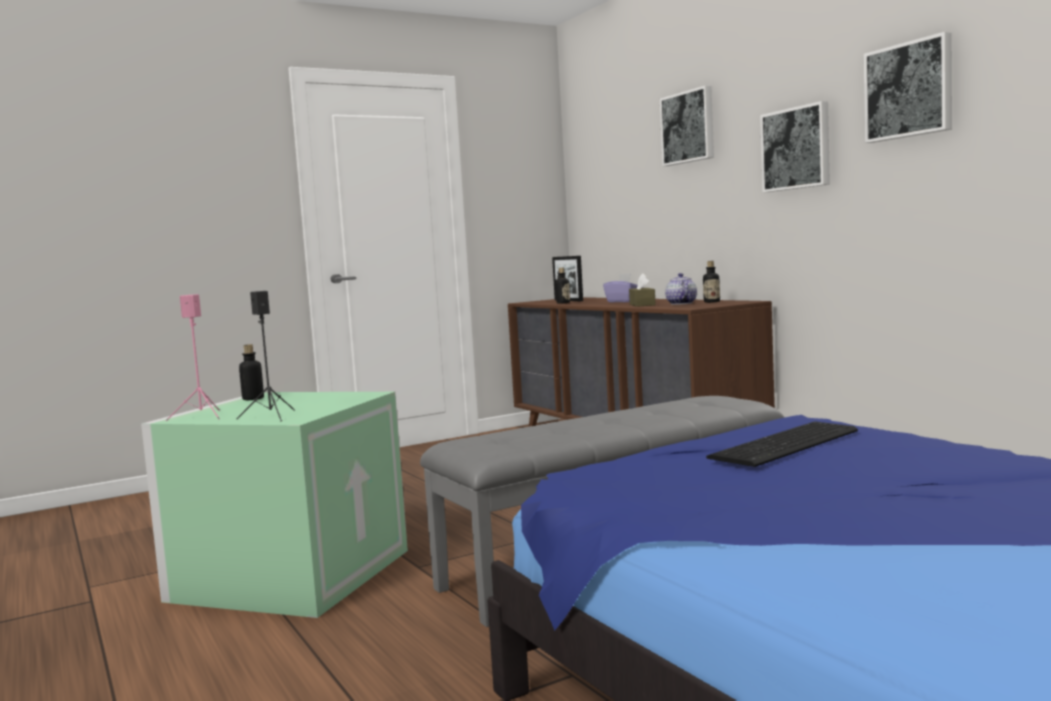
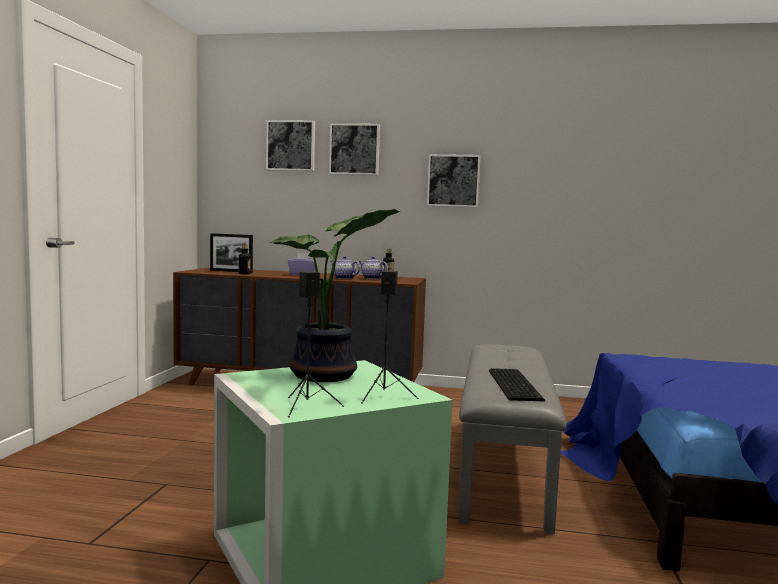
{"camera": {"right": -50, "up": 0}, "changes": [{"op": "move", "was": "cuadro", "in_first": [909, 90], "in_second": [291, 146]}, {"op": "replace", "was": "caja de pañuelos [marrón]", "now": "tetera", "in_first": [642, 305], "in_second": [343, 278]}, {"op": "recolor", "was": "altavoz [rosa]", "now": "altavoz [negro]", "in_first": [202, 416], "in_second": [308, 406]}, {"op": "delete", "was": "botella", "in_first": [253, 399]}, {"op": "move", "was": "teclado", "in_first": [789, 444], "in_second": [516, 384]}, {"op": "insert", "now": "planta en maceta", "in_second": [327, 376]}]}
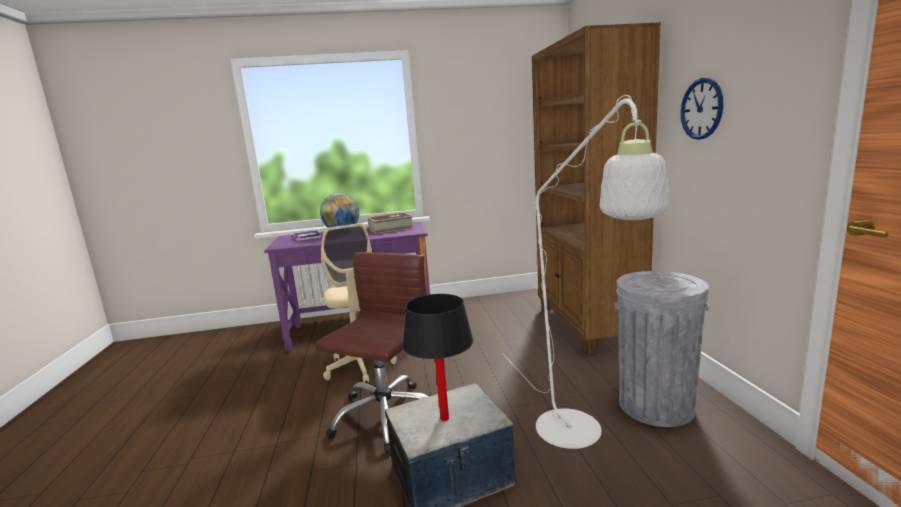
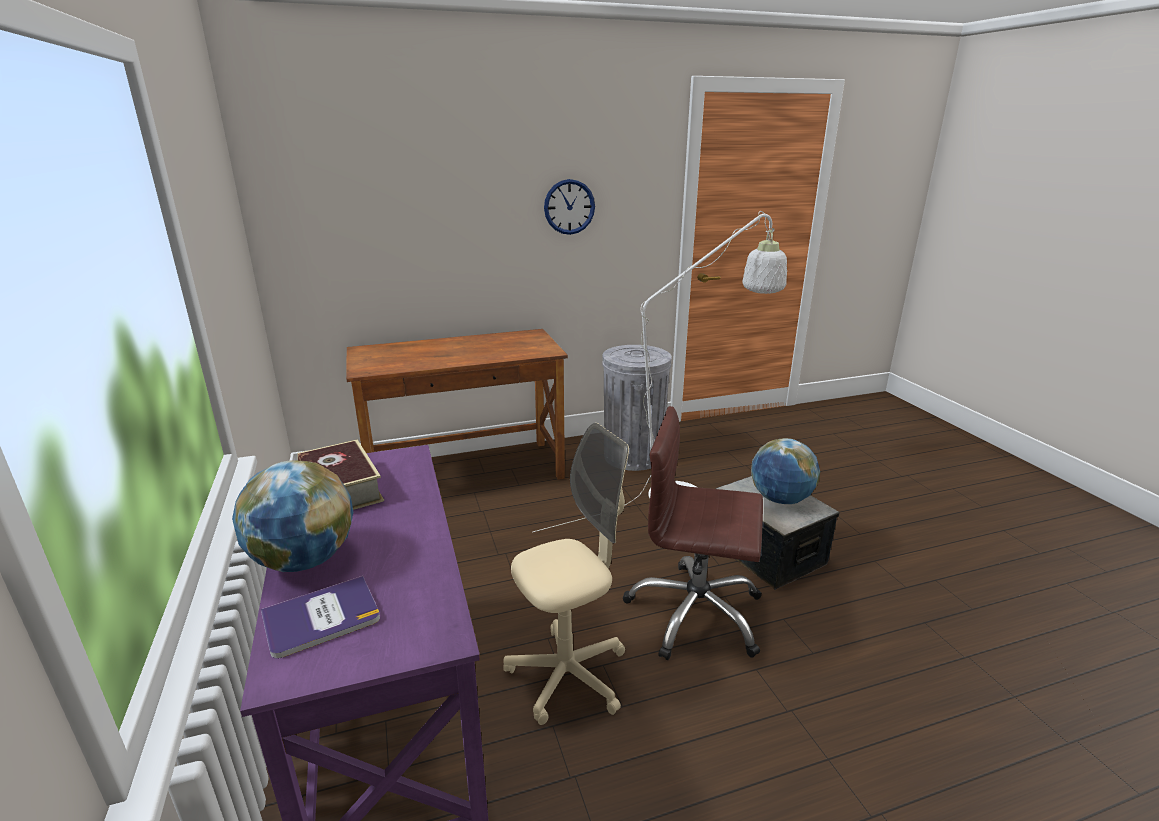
{"camera": {"right": -100, "up": 10}, "changes": [{"op": "replace", "was": "estantería [marrón]", "now": "escritorio [marrón]", "in_first": [587, 326], "in_second": [465, 473]}, {"op": "replace", "was": "lámpara de mesa [negro]", "now": "globo terráqueo", "in_first": [444, 418], "in_second": [780, 499]}]}
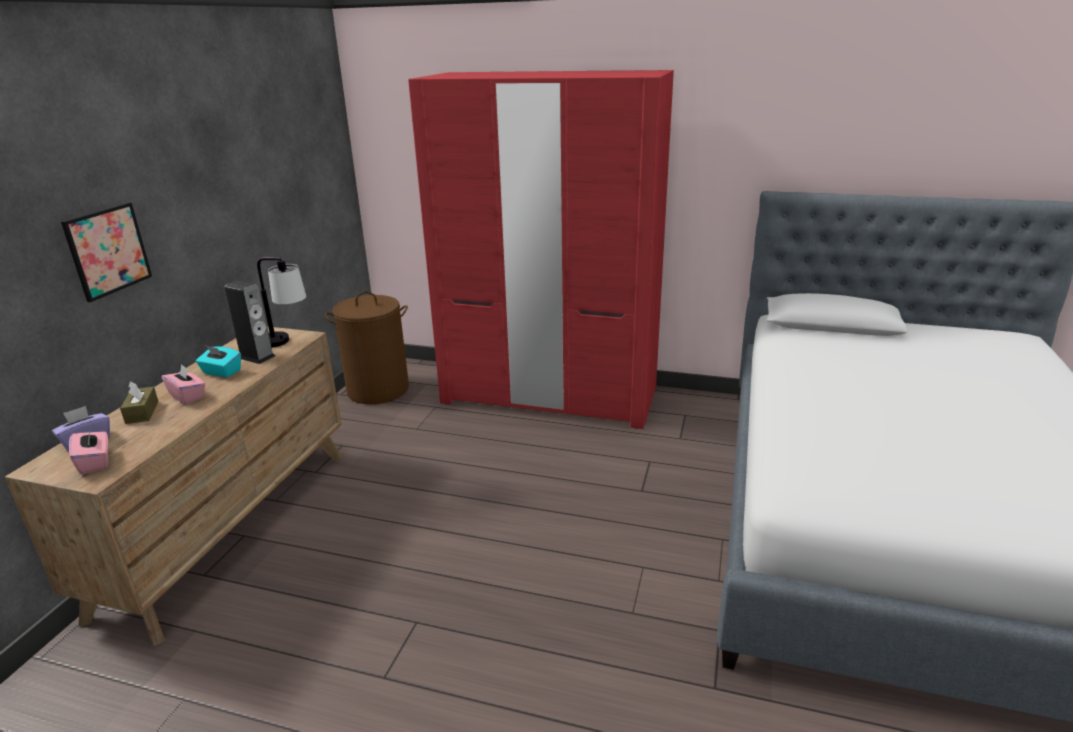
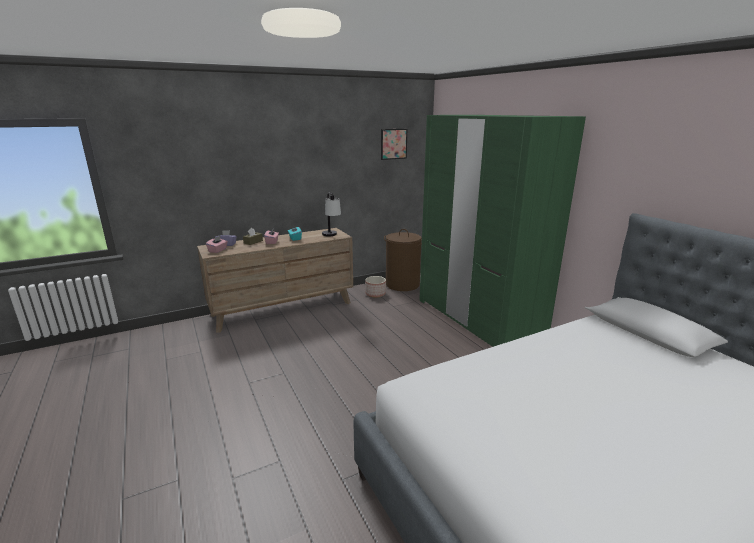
{"camera": {"right": 45, "up": -5}, "changes": [{"op": "recolor", "was": "armario ropero [rojo]", "now": "armario ropero [verde]", "in_first": [549, 396], "in_second": [477, 320]}, {"op": "move", "was": "cuadro", "in_first": [108, 251], "in_second": [393, 144]}, {"op": "delete", "was": "altavoz", "in_first": [257, 357]}, {"op": "insert", "now": "maceta", "in_second": [375, 294]}]}
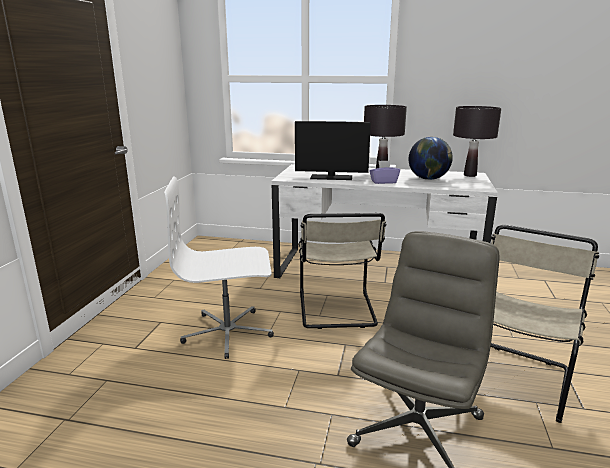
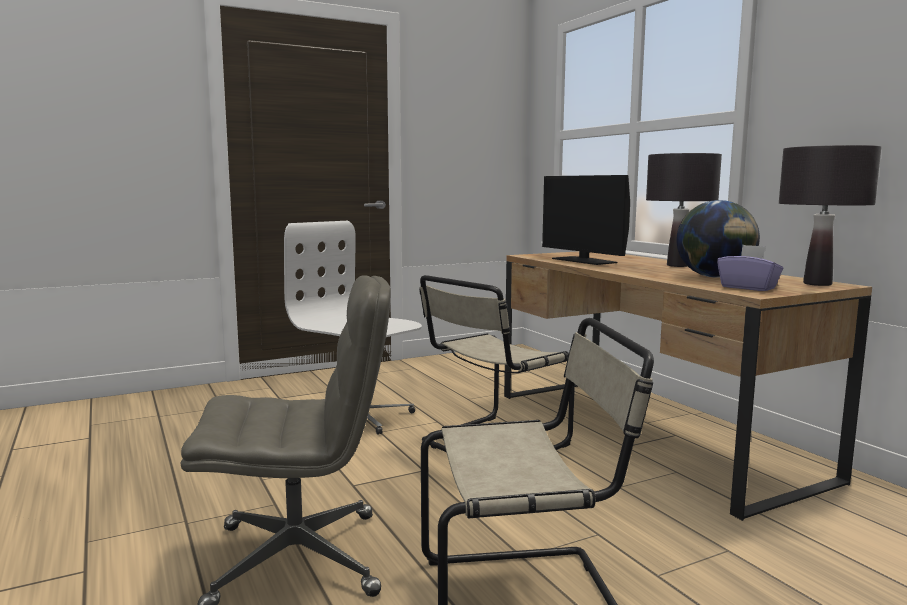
{"camera": {"right": 50, "up": -10}, "changes": [{"op": "move", "was": "caja de pañuelos [morado]", "in_first": [383, 182], "in_second": [748, 288]}, {"op": "recolor", "was": "escritorio [blanco]", "now": "escritorio [marrón]", "in_first": [376, 271], "in_second": [646, 433]}]}
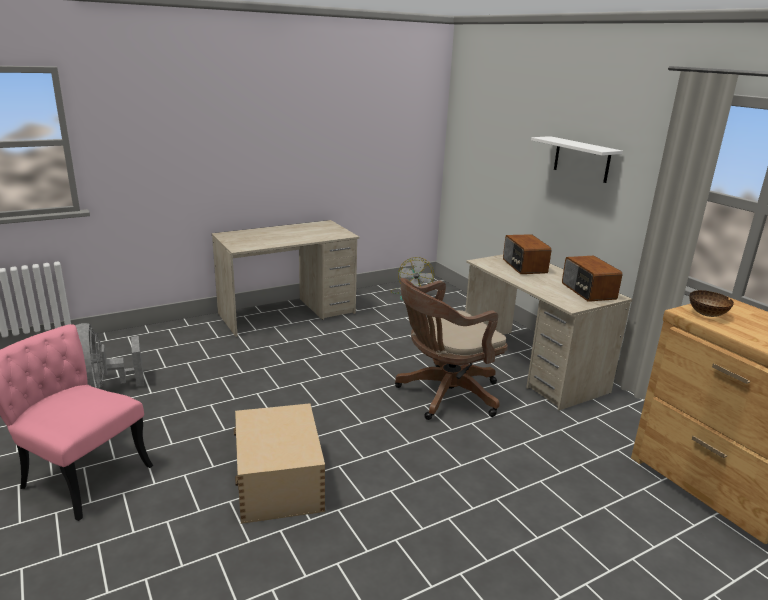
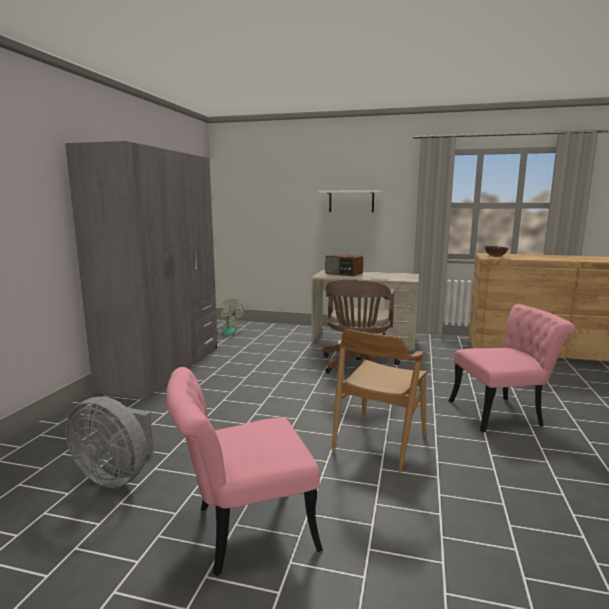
{"camera": {"right": -45, "up": -10}, "changes": [{"op": "replace", "was": "escritorio [beis]", "now": "armario ropero [gris]", "in_first": [287, 314], "in_second": [164, 367]}, {"op": "delete", "was": "radio", "in_first": [587, 291]}, {"op": "replace", "was": "caja de almacenaje [beis]", "now": "silla [marrón]", "in_first": [279, 480], "in_second": [379, 443]}, {"op": "insert", "now": "silla [rosa]", "in_second": [503, 413]}]}
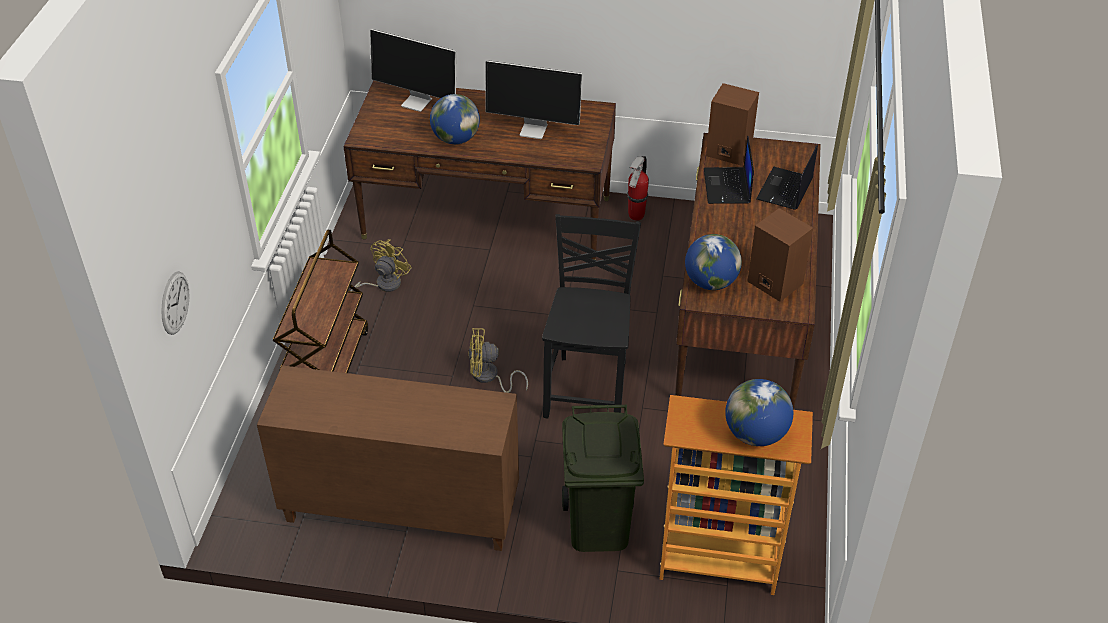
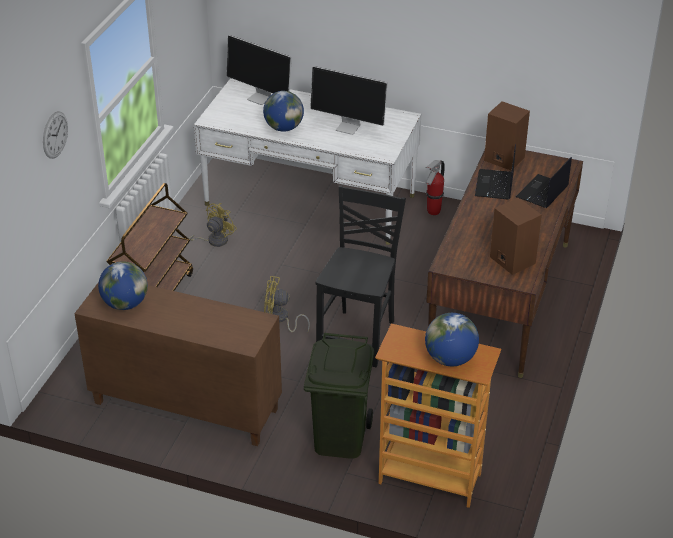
{"camera": {"right": 10, "up": -5}, "changes": [{"op": "recolor", "was": "escritorio [marrón]", "now": "escritorio [blanco]", "in_first": [487, 218], "in_second": [309, 200]}, {"op": "move", "was": "globo terráqueo", "in_first": [710, 282], "in_second": [125, 304]}, {"op": "move", "was": "reloj de pared", "in_first": [174, 303], "in_second": [55, 135]}]}
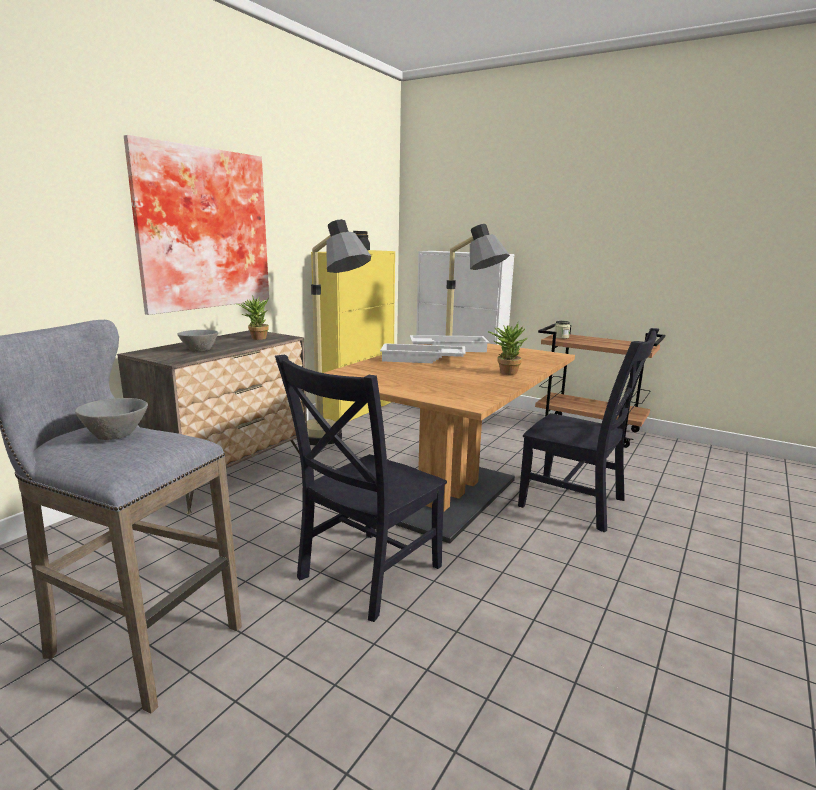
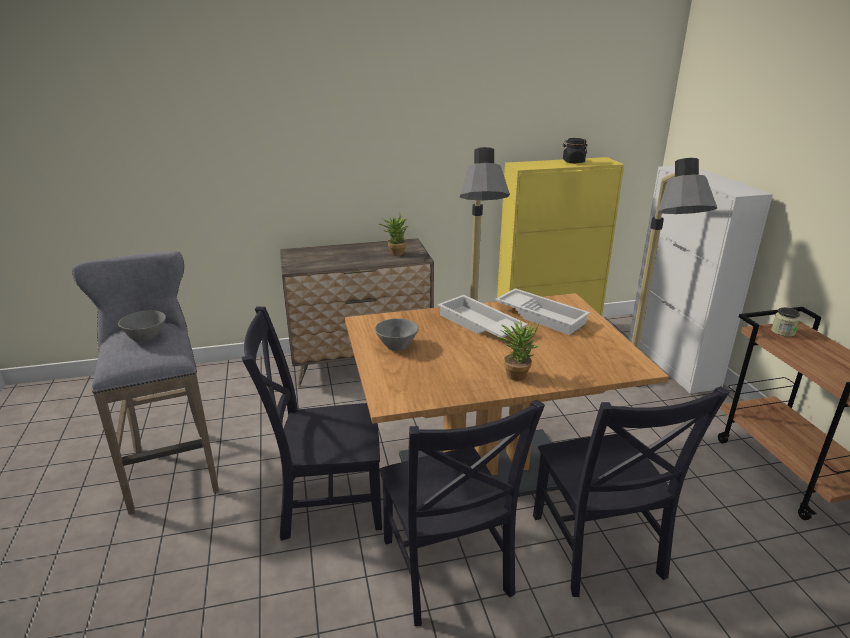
{"camera": {"right": 45, "up": 10}, "changes": [{"op": "delete", "was": "cuadro", "in_first": [201, 229]}, {"op": "move", "was": "cuenco [gris]", "in_first": [200, 350], "in_second": [398, 345]}, {"op": "insert", "now": "silla [negro]", "in_second": [447, 571]}]}
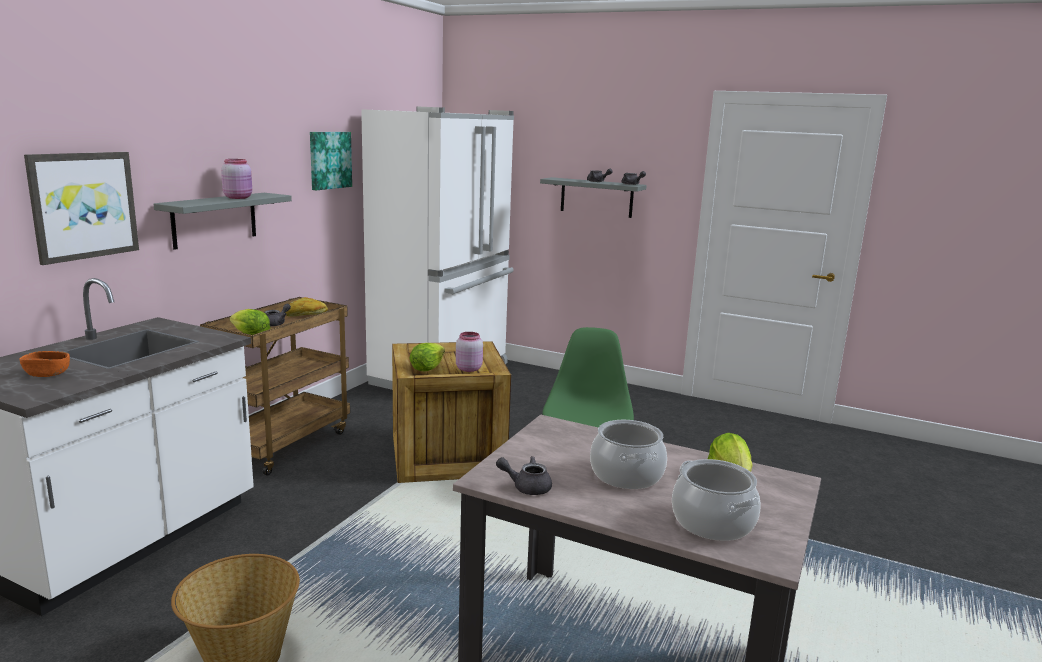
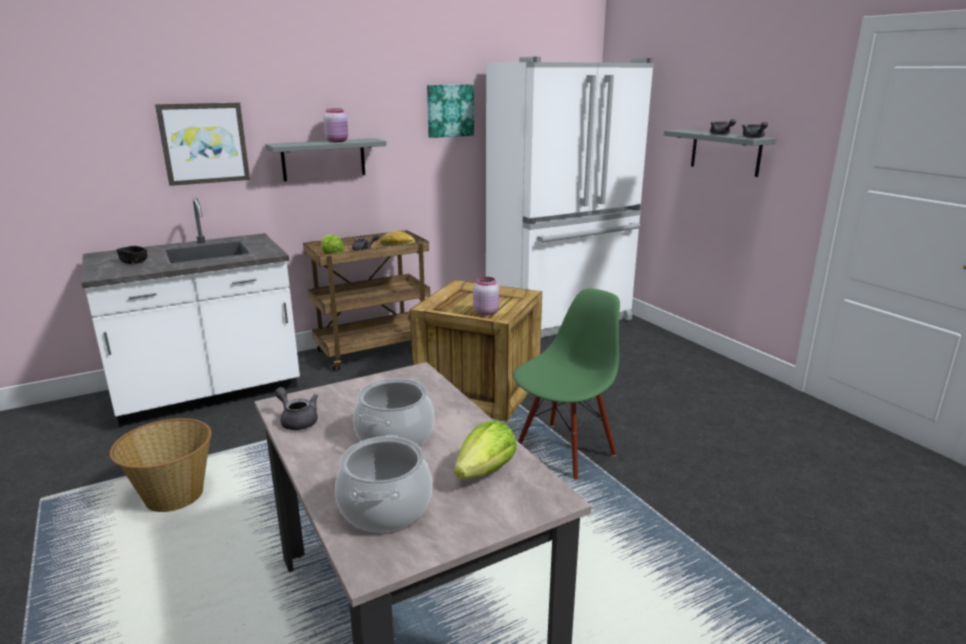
{"camera": {"right": 35, "up": 5}, "changes": [{"op": "delete", "was": "lechuga", "in_first": [427, 368]}, {"op": "recolor", "was": "cuenco [naranja]", "now": "cuenco [negro]", "in_first": [47, 374], "in_second": [134, 262]}]}
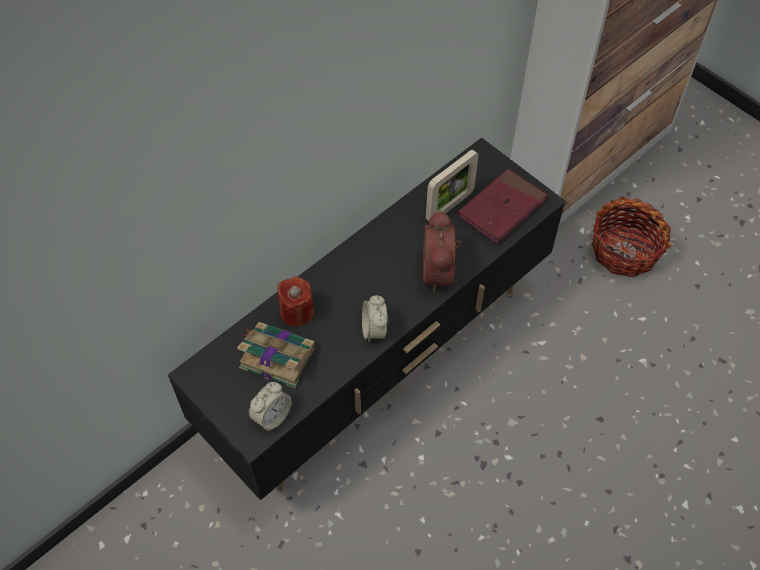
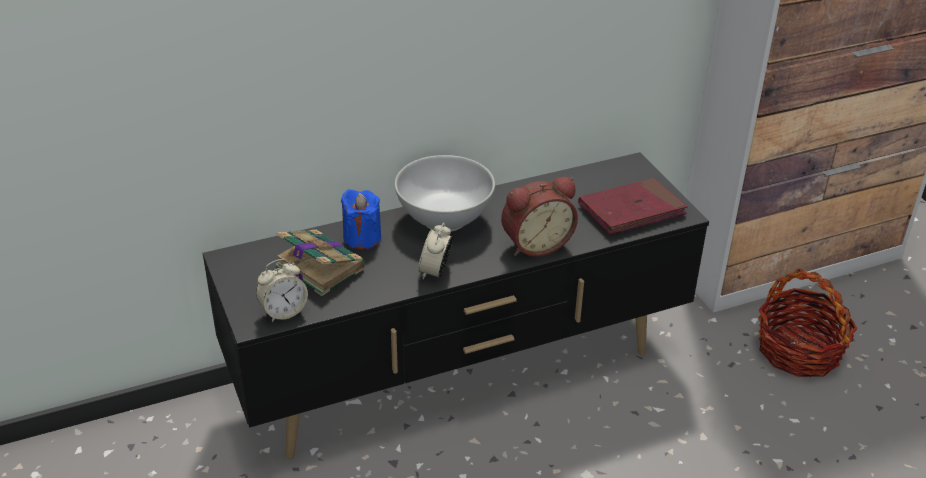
{"camera": {"right": 20, "up": -20}, "changes": [{"op": "delete", "was": "portarretratos", "in_first": [449, 206]}, {"op": "rotate", "was": "despertador", "in_first": [441, 271], "in_second": [535, 244], "clockwise": -135}, {"op": "recolor", "was": "vela [rojo]", "now": "vela [azul]", "in_first": [297, 312], "in_second": [362, 238]}, {"op": "insert", "now": "cuenco [blanco]", "in_second": [444, 219]}]}
